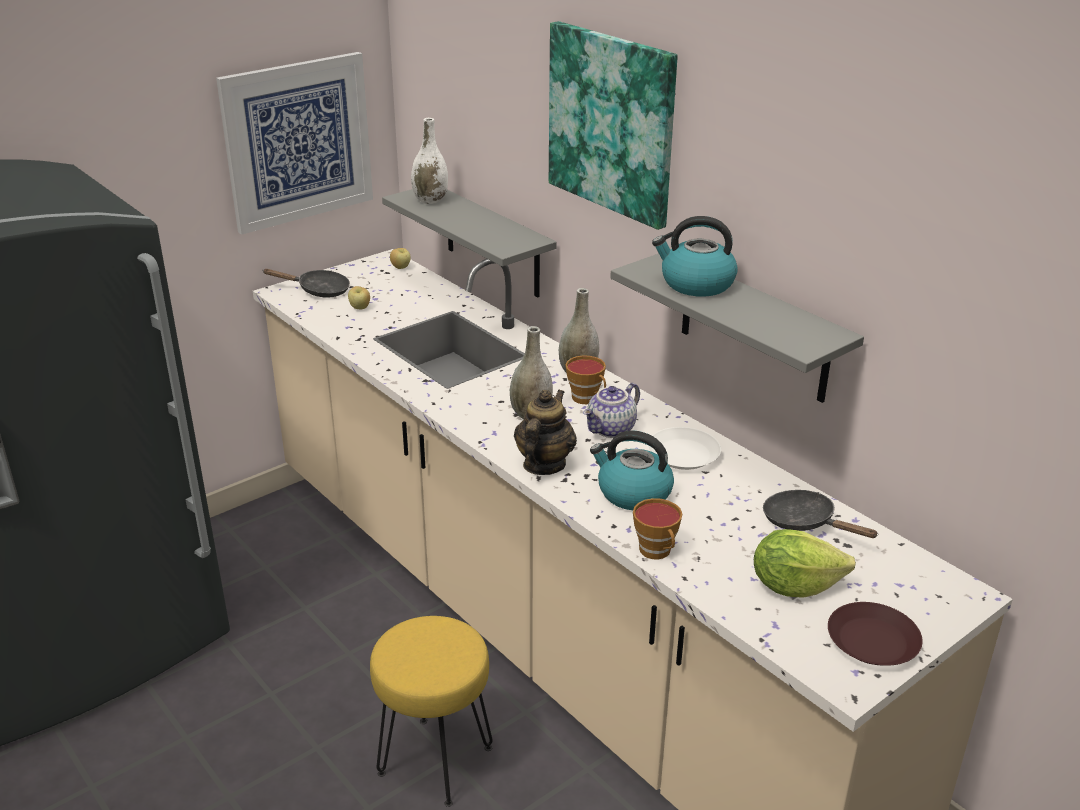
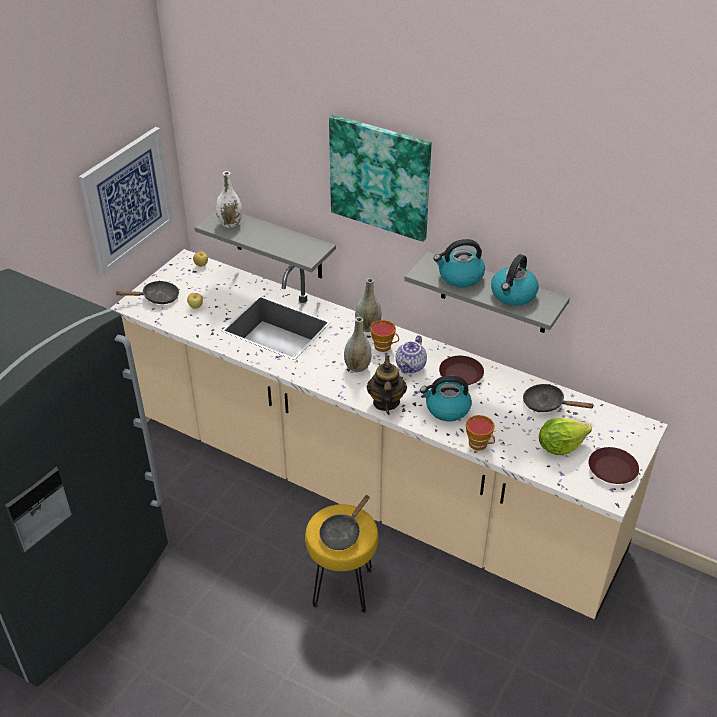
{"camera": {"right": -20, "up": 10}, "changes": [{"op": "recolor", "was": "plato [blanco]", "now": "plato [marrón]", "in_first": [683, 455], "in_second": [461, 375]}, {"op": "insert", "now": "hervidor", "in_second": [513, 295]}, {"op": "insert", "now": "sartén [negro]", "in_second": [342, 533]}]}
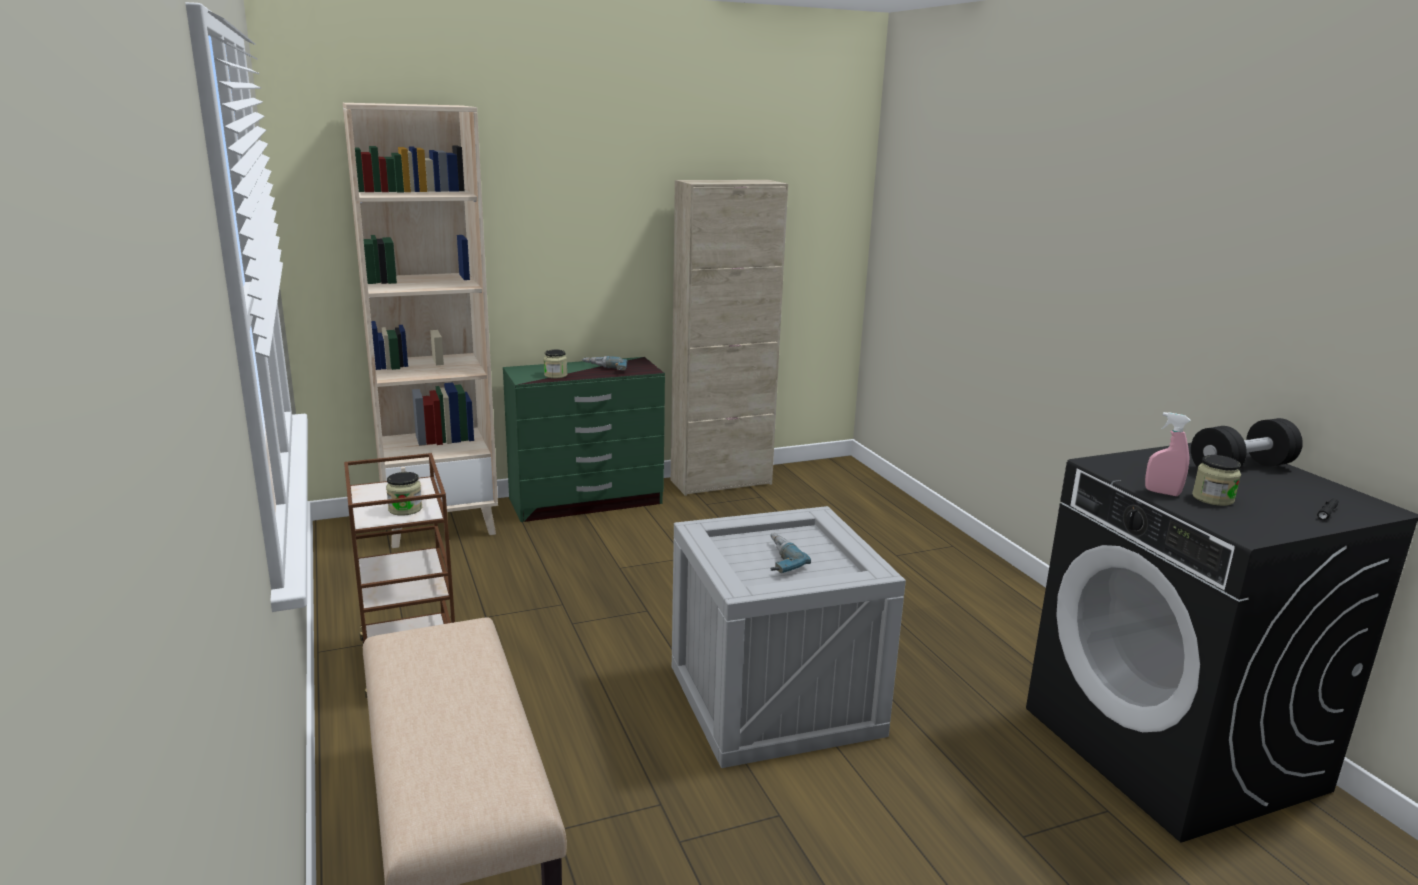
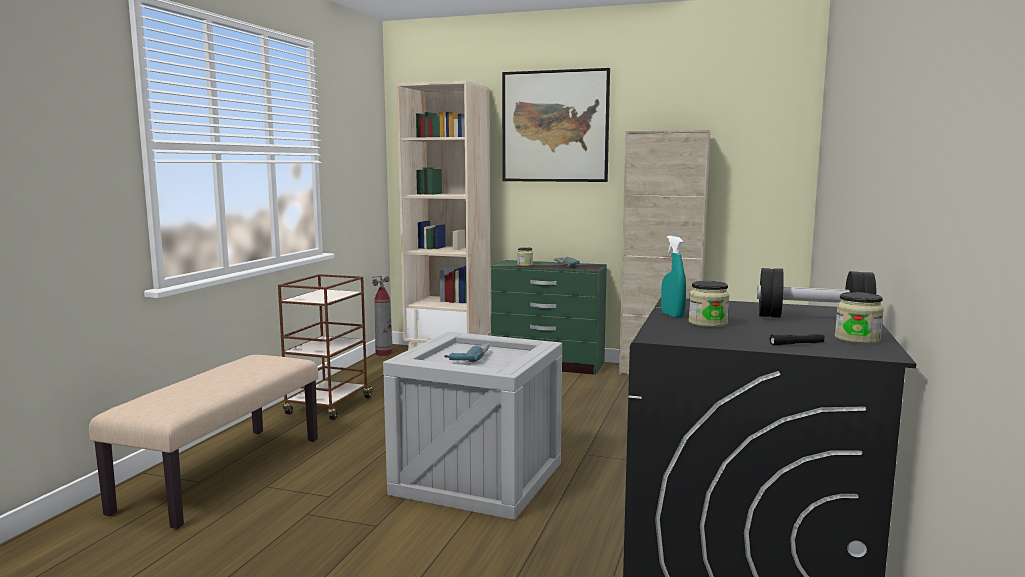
{"camera": {"right": 40, "up": -10}, "changes": [{"op": "recolor", "was": "pulverizador [rosa]", "now": "pulverizador [turquesa]", "in_first": [1162, 492], "in_second": [672, 315]}, {"op": "move", "was": "tarro", "in_first": [405, 509], "in_second": [857, 339]}, {"op": "insert", "now": "cuadro", "in_second": [555, 126]}, {"op": "insert", "now": "extintor", "in_second": [384, 353]}]}
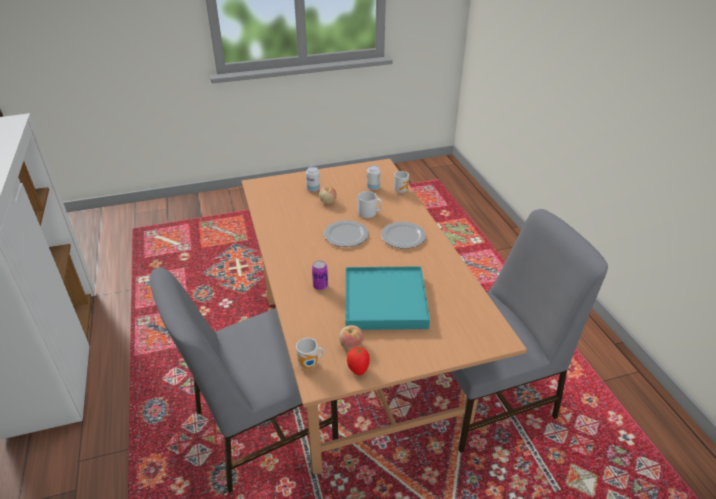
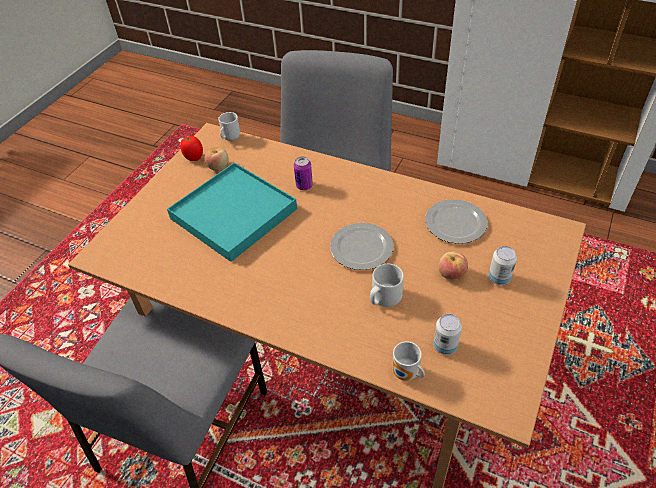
{"camera": {"right": 135, "up": 10}, "changes": [{"op": "move", "was": "plato", "in_first": [403, 236], "in_second": [456, 224]}]}
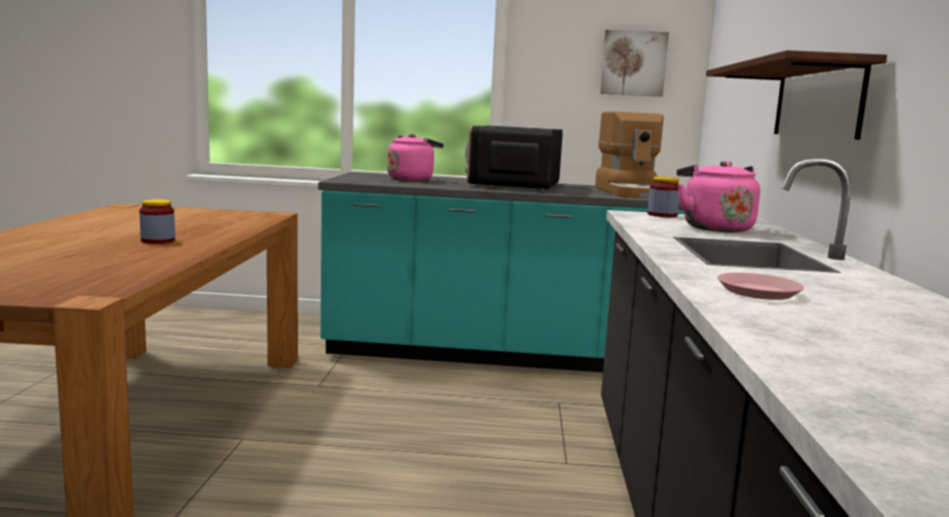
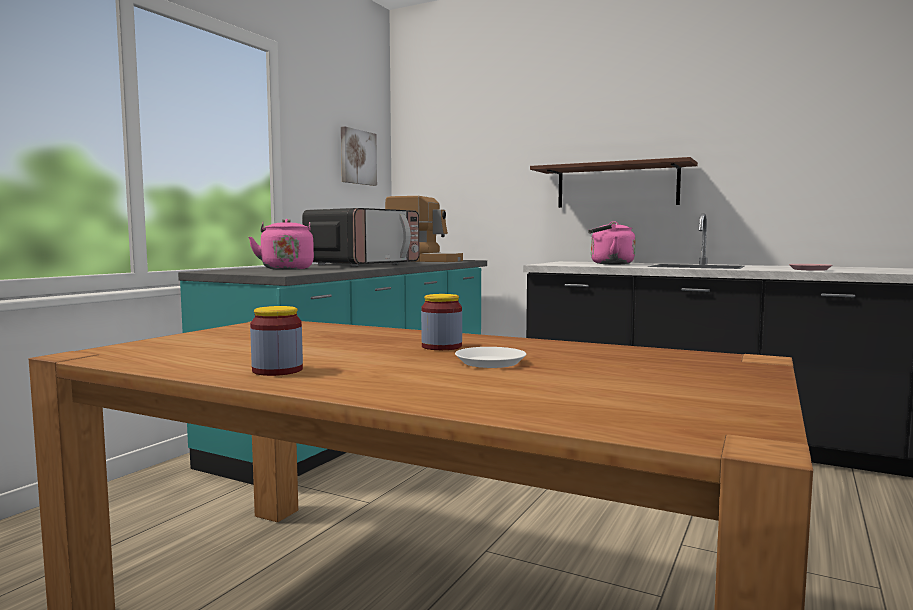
{"camera": {"right": -65, "up": -5}, "changes": [{"op": "rotate", "was": "microondas", "in_first": [514, 185], "in_second": [363, 264], "clockwise": -90}, {"op": "move", "was": "tarro", "in_first": [662, 215], "in_second": [277, 370]}, {"op": "insert", "now": "plato [blanco]", "in_second": [490, 362]}]}
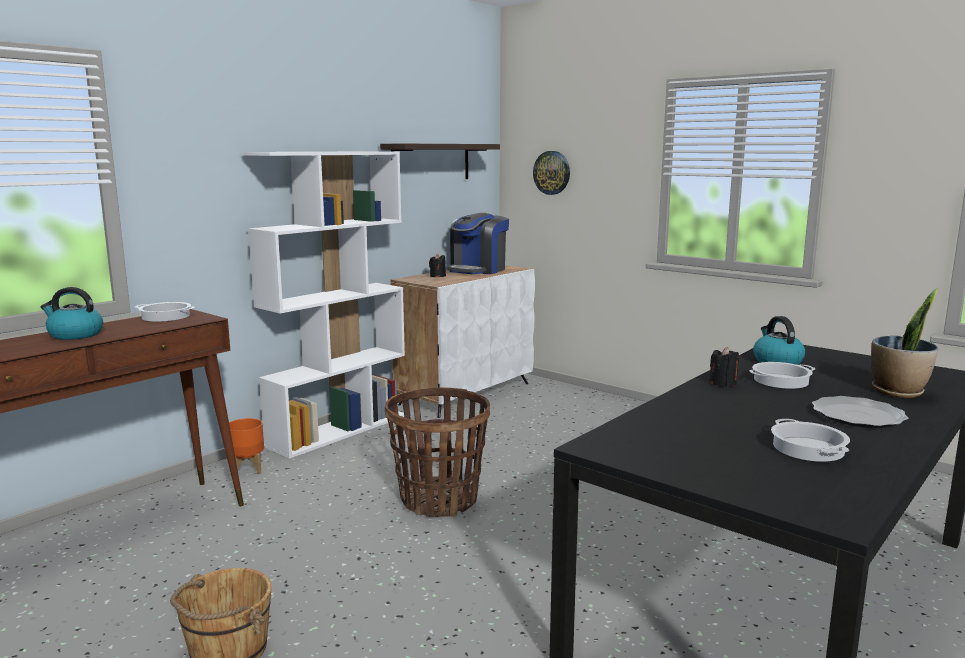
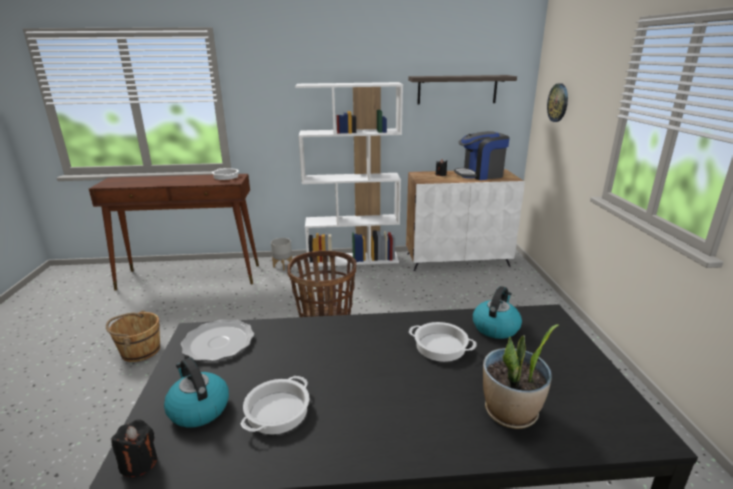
{"camera": {"right": 45, "up": 10}, "changes": [{"op": "move", "was": "hervidor", "in_first": [75, 335], "in_second": [198, 408]}, {"op": "move", "was": "vela [negro]", "in_first": [723, 383], "in_second": [139, 463]}, {"op": "move", "was": "plato", "in_first": [857, 415], "in_second": [219, 342]}, {"op": "recolor", "was": "maceta [naranja]", "now": "maceta [gris]", "in_first": [247, 470], "in_second": [283, 266]}]}
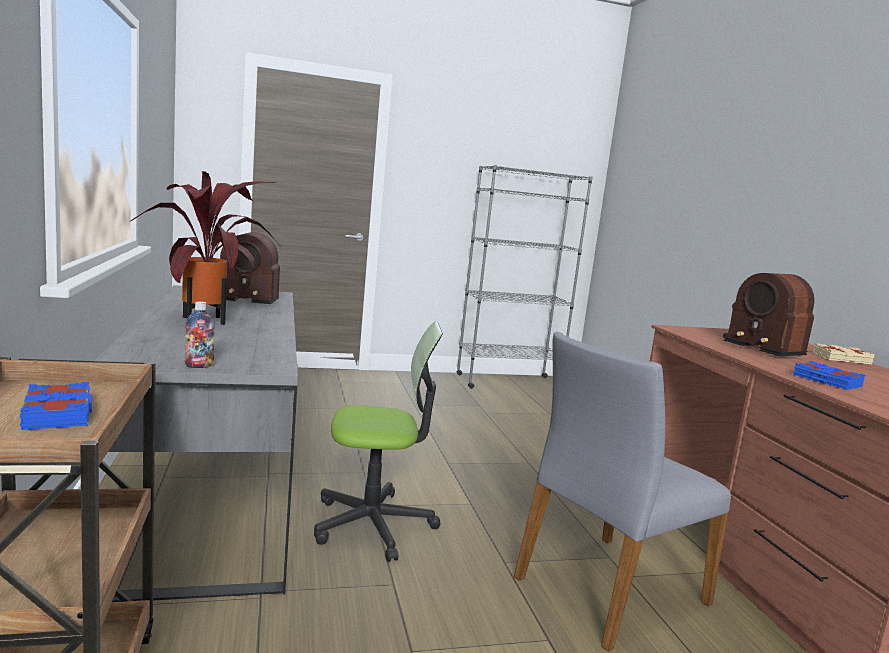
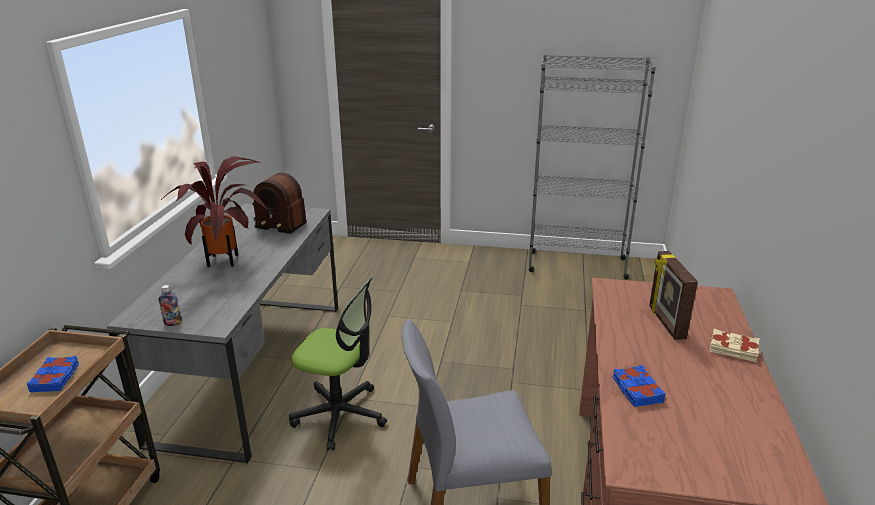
{"camera": {"right": 25, "up": 15}, "changes": [{"op": "replace", "was": "radio", "now": "portarretratos", "in_first": [763, 346], "in_second": [665, 323]}]}
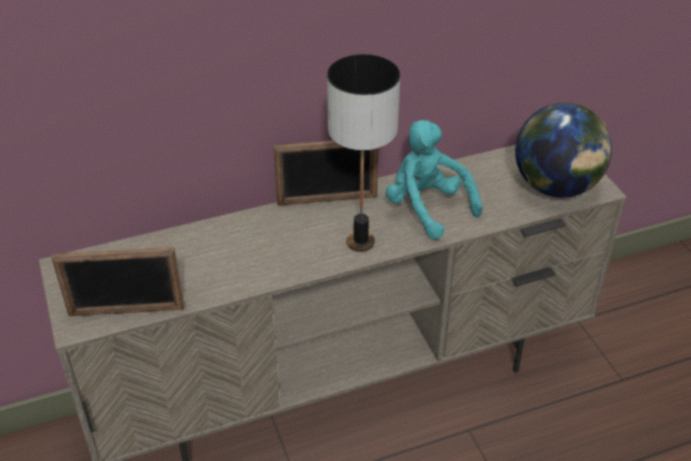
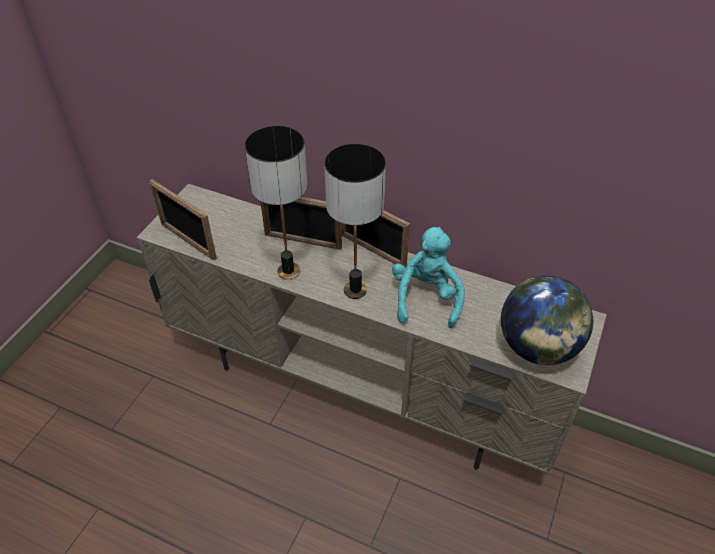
{"camera": {"right": 45, "up": 5}, "changes": [{"op": "insert", "now": "lámpara de mesa", "in_second": [288, 271]}, {"op": "insert", "now": "portarretratos", "in_second": [302, 241]}]}
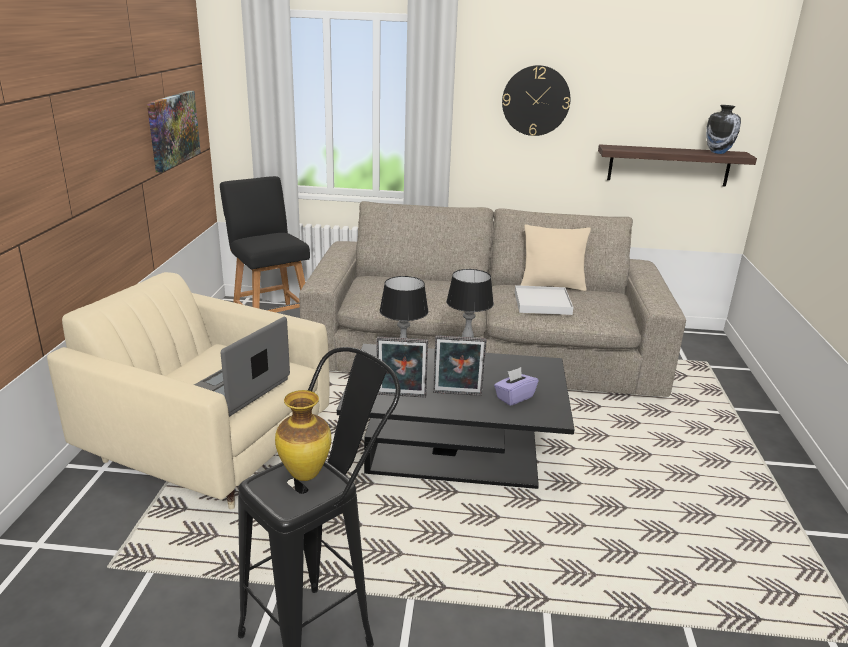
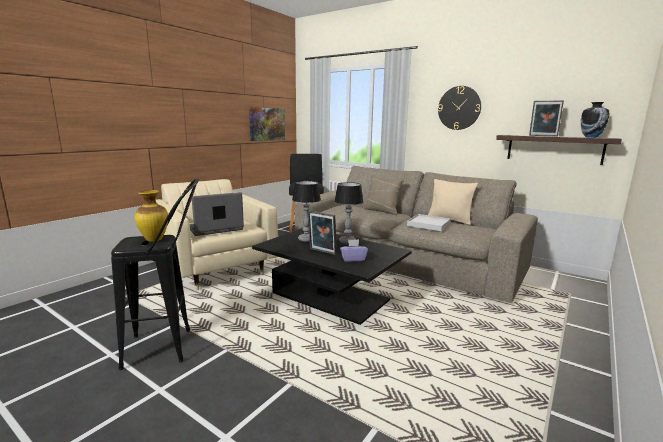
{"camera": {"right": 30, "up": -10}, "changes": [{"op": "move", "was": "portarretratos", "in_first": [401, 396], "in_second": [543, 136]}, {"op": "insert", "now": "cojín [beis]", "in_second": [382, 211]}]}
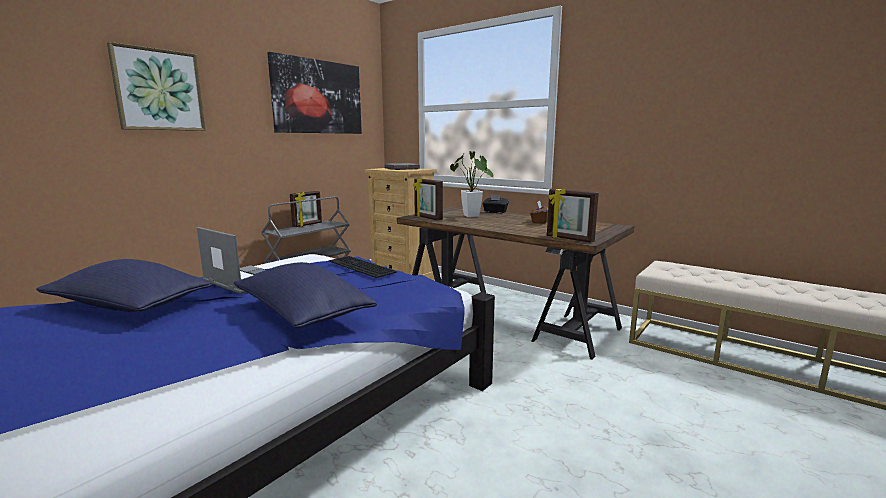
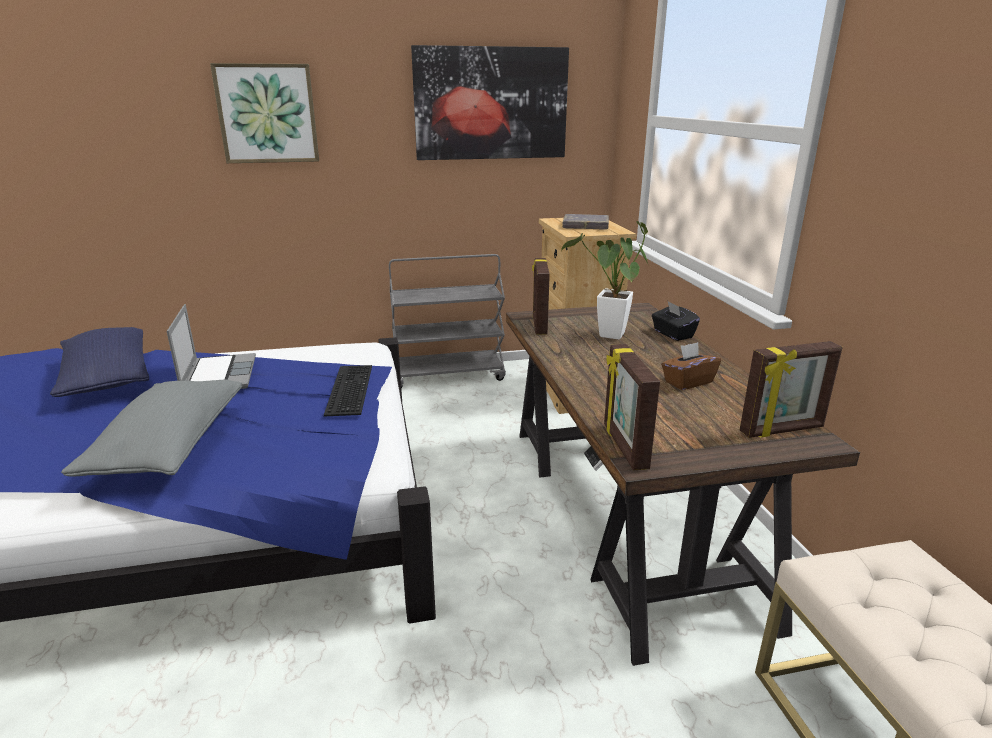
{"camera": {"right": 40, "up": 10}, "changes": [{"op": "move", "was": "portarretratos", "in_first": [307, 225], "in_second": [782, 430]}, {"op": "recolor", "was": "cojín [azul]", "now": "cojín [gris]", "in_first": [302, 314], "in_second": [169, 447]}]}
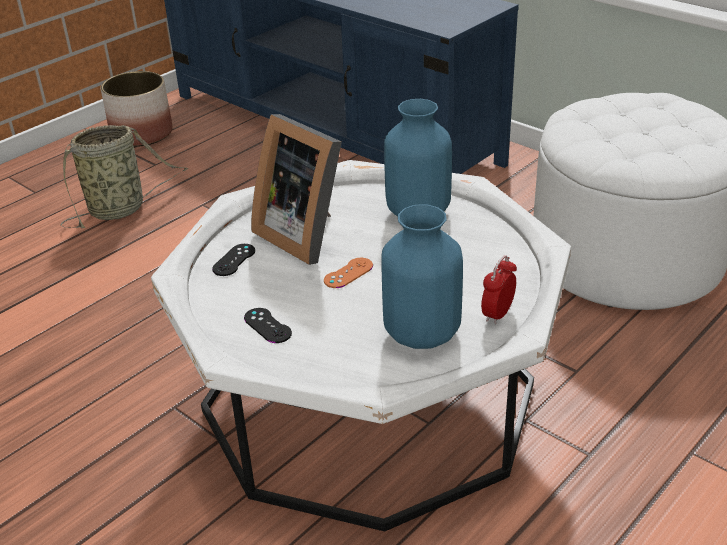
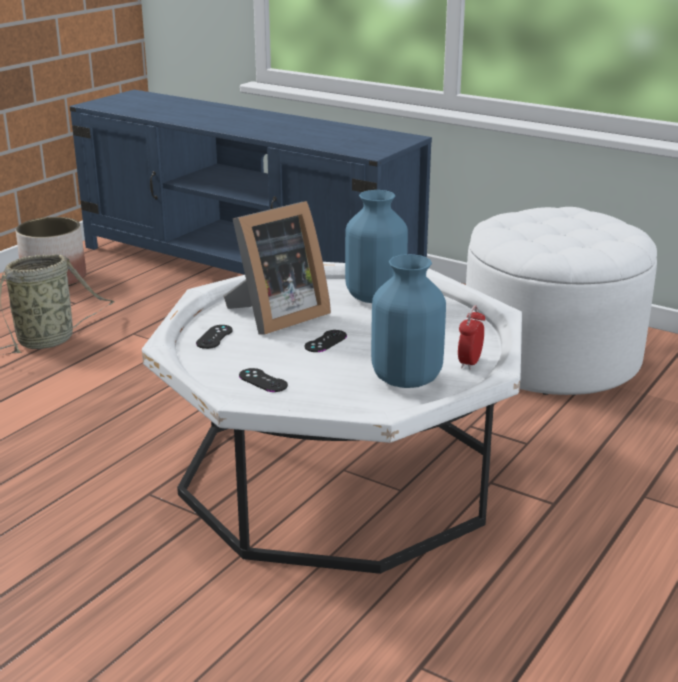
{"camera": {"right": -10, "up": -10}, "changes": [{"op": "rotate", "was": "portarretratos", "in_first": [304, 234], "in_second": [275, 316], "clockwise": -75}, {"op": "recolor", "was": "mando de consola [naranja]", "now": "mando de consola [negro]", "in_first": [348, 273], "in_second": [325, 341]}]}
